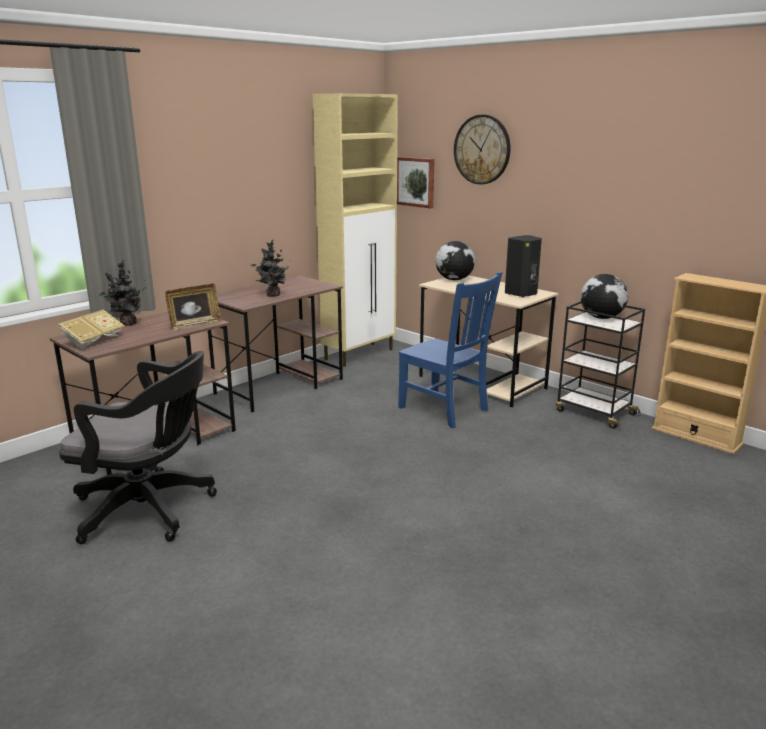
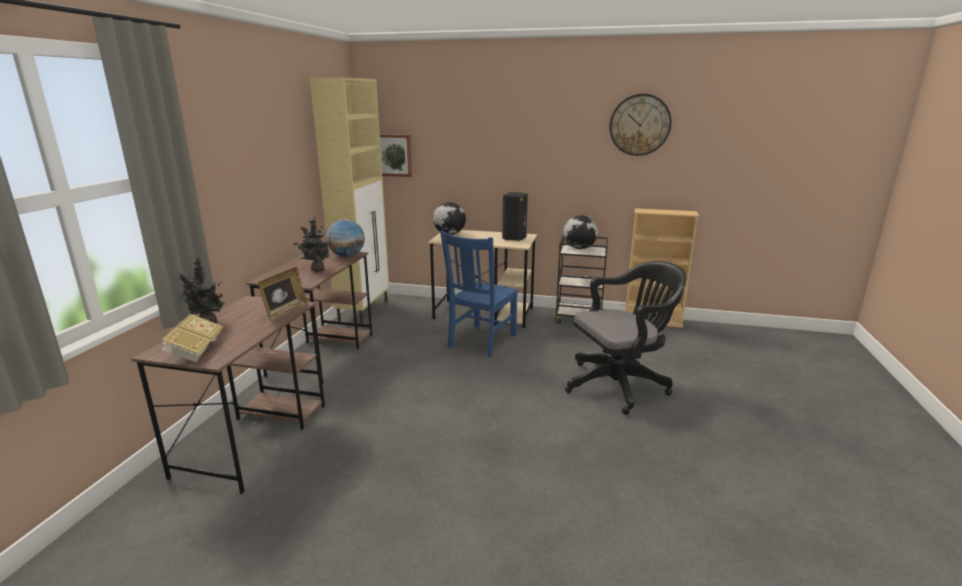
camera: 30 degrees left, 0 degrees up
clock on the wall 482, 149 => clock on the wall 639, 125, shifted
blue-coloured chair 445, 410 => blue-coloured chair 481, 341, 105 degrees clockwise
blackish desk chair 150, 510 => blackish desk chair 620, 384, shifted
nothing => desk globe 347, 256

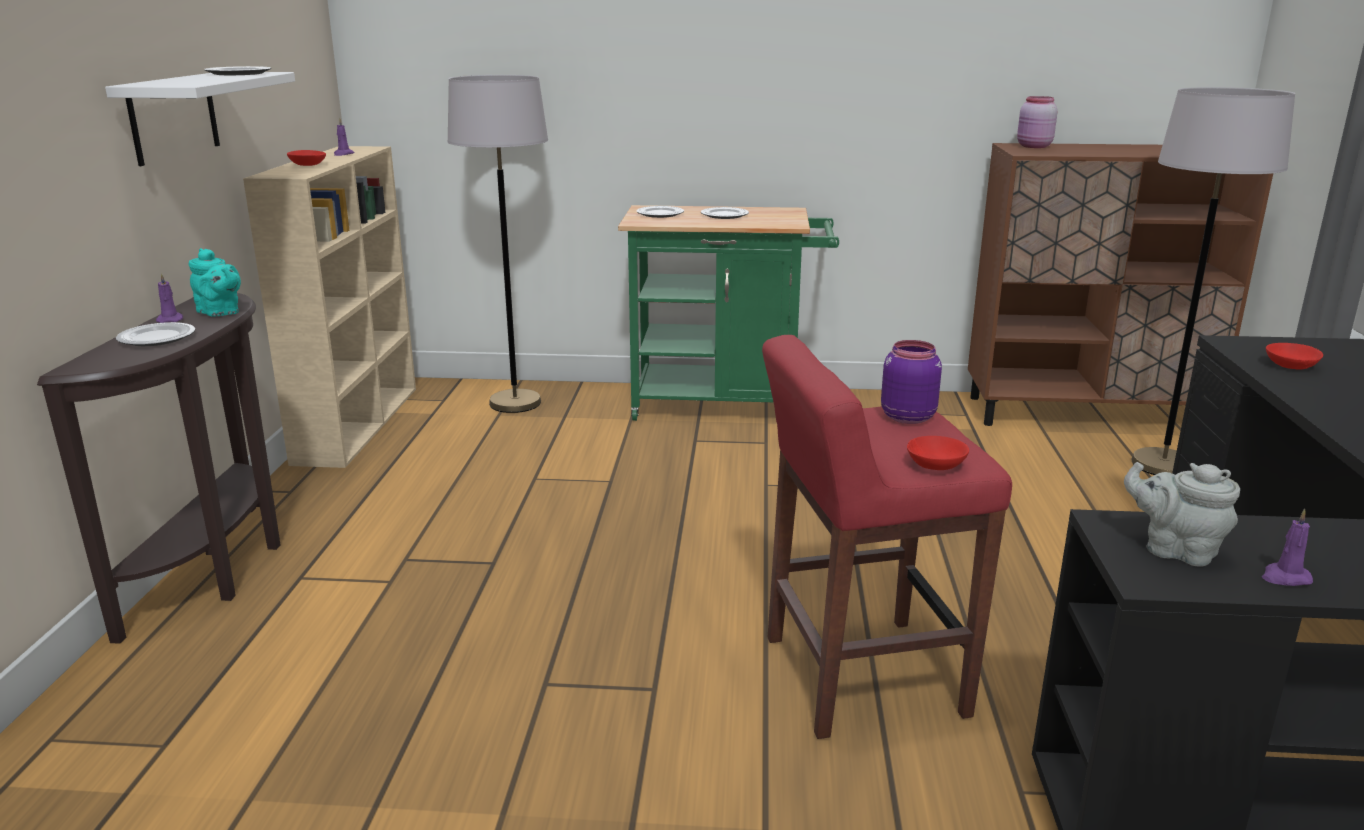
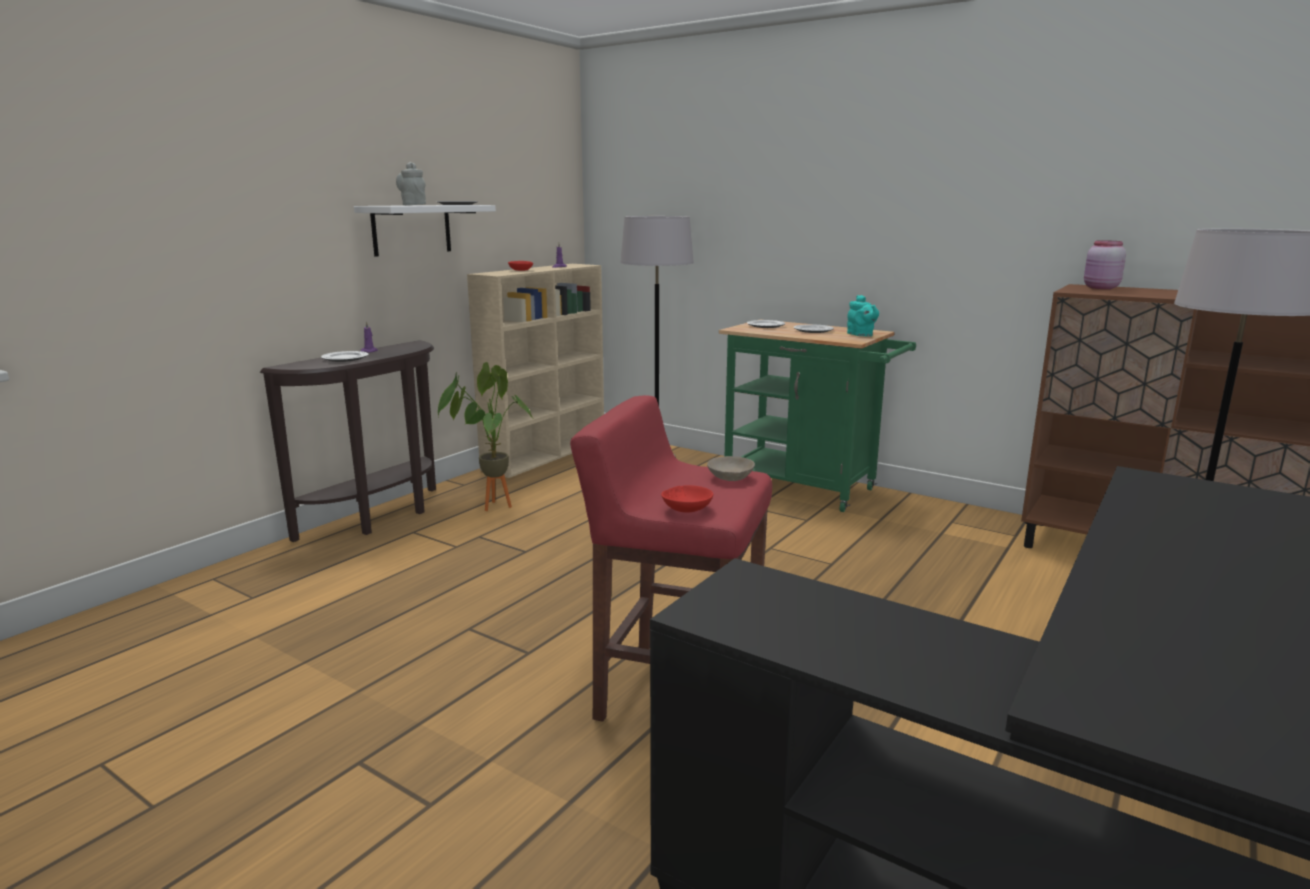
camera: 30 degrees right, 5 degrees down
blue-green pot for tea 220, 313 => blue-green pot for tea 861, 335, shifted
purplish preserve jar 906, 417 => beige-coloured bowl 730, 477
reddish bowl 1289, 365 => nothing
greyish pot for tea 1175, 550 => greyish pot for tea 413, 205, shifted
purplish wax light 1285, 578 => nothing
nothing => potted plant 490, 505

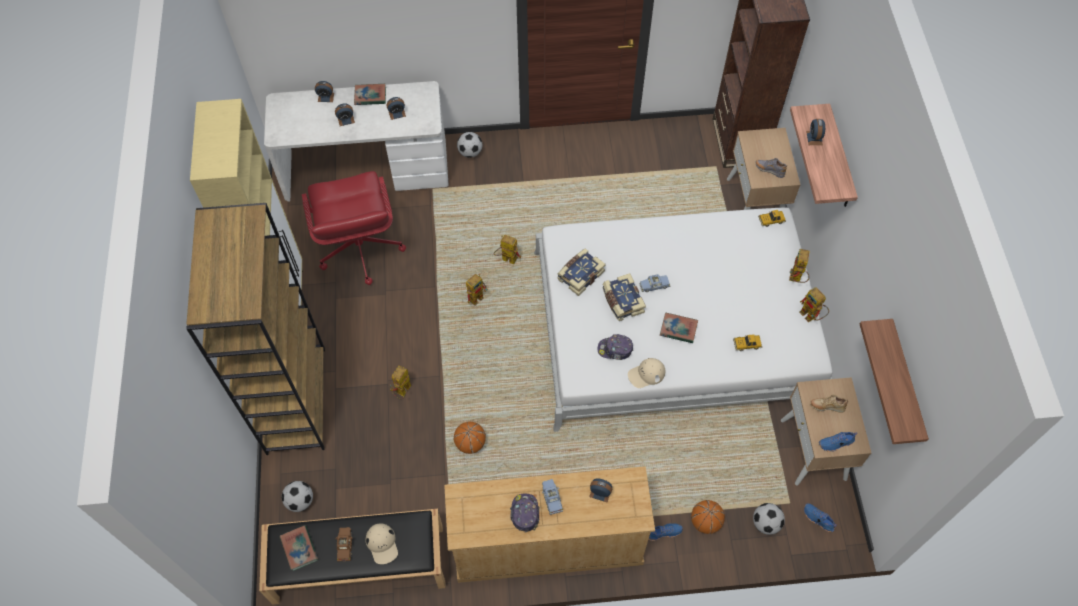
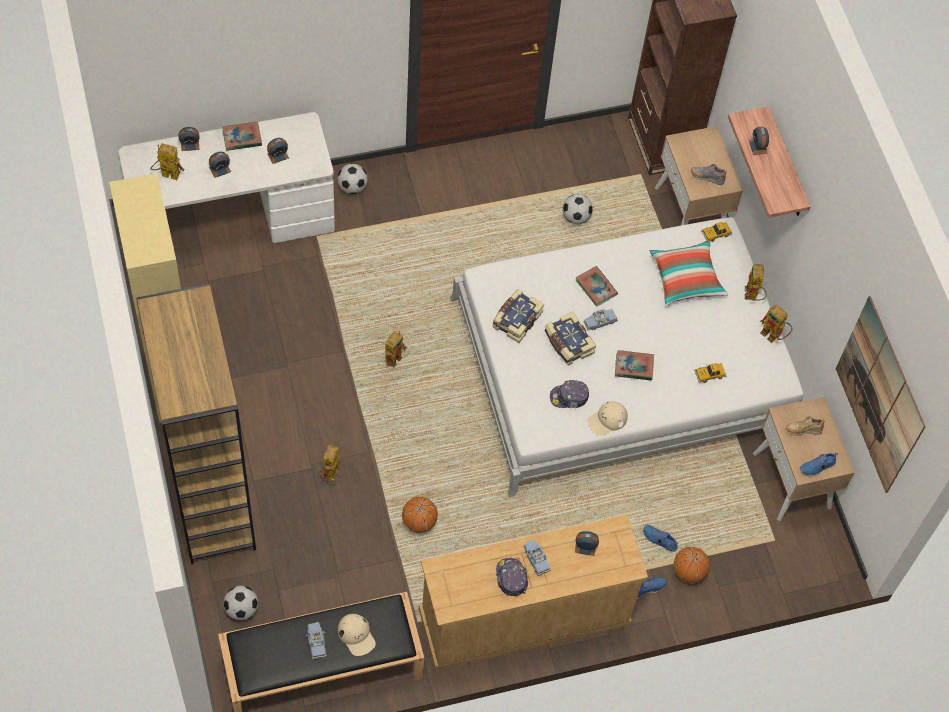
camera: 15 degrees left, 0 degrees up
reddish desk chair 360, 250 => nothing
toy robot 506, 259 => toy robot 166, 174, shifted
wall shelf 904, 385 => picture 880, 395
football ball 766, 523 => football ball 576, 217, shifted
blue-coloured shoe 818, 519 => blue-coloured shoe 659, 540, shifted
bound book 299, 548 => bound book 596, 287, shifted
brown-coloured model car 345, 545 => blue-coloured model car 316, 642
nothing => throw pillow 686, 279

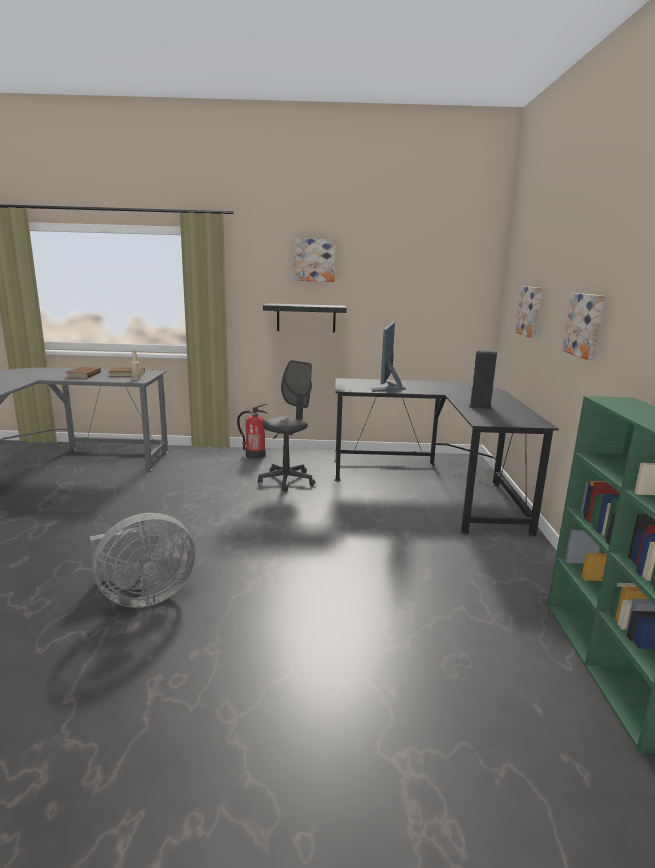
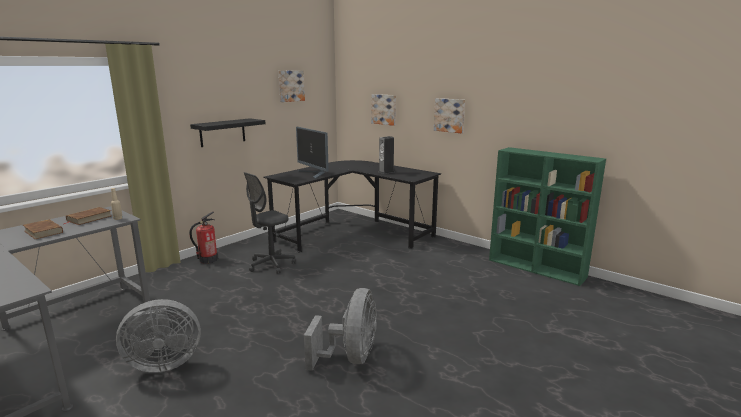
camera: 50 degrees left, 0 degrees up
picture 314, 260 => picture 290, 86, shifted
greyish desk chair 286, 480 => greyish desk chair 271, 264, 120 degrees counterclockwise
nothing => greyish fan 162, 363

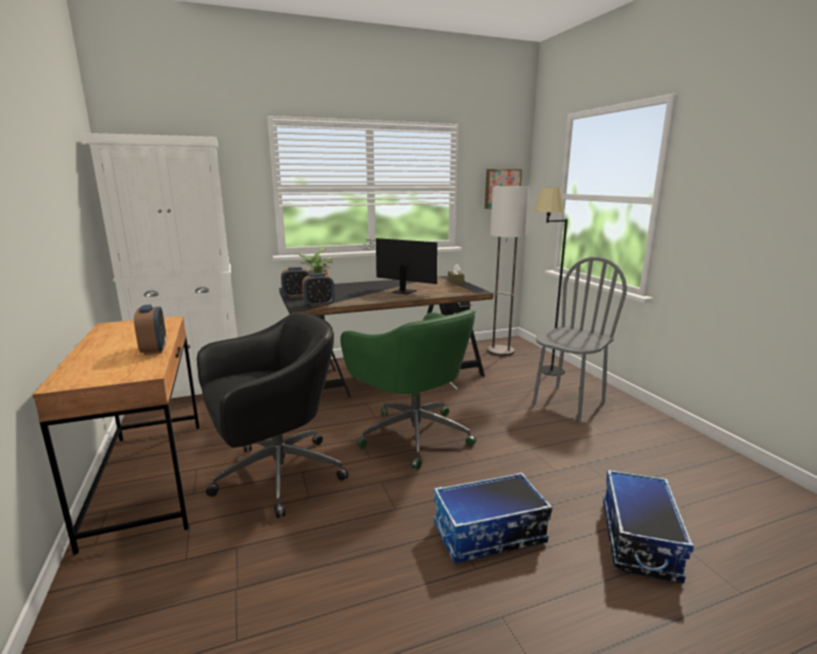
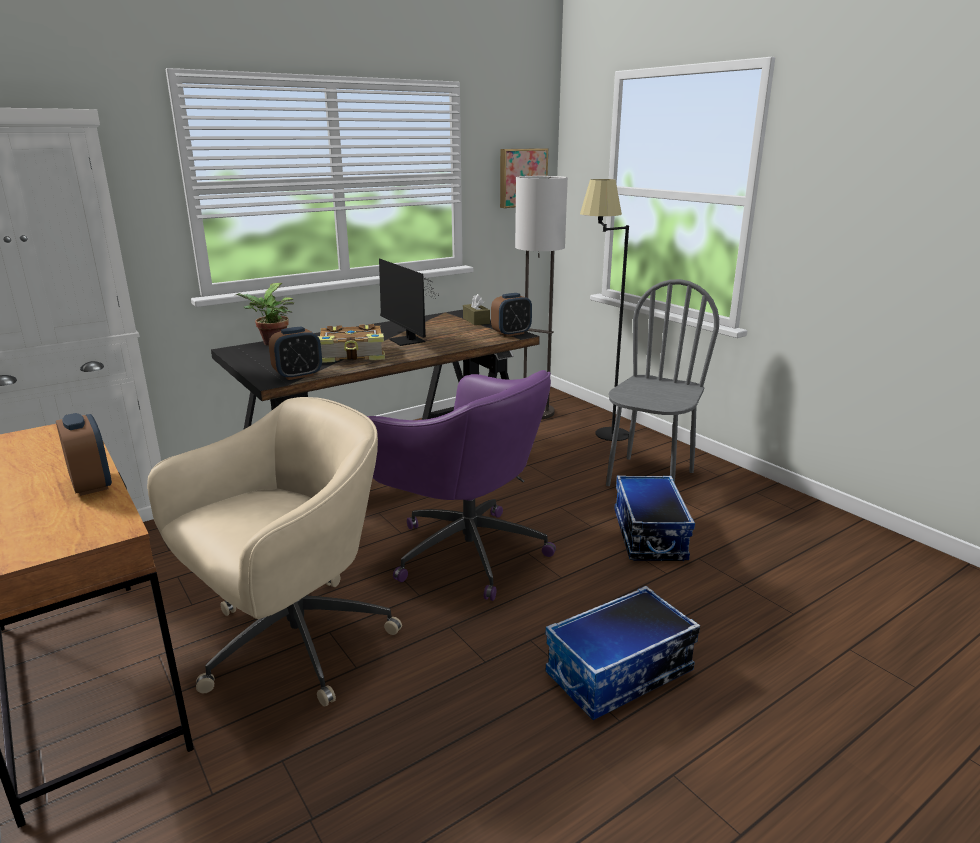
camera: 15 degrees left, 5 degrees up
computer display 401, 291 => computer display 408, 342, 135 degrees counterclockwise
alarm clock 297, 296 => alarm clock 511, 333, shifted
green desk chair 413, 434 => purplish desk chair 465, 550
blackish desk chair 275, 475 => beige-coloured desk chair 291, 644
storage container 637, 540 => storage container 648, 535, shifted
nothing => bound book 353, 355

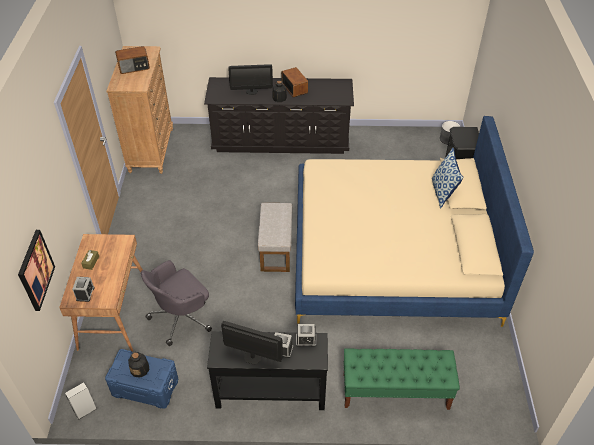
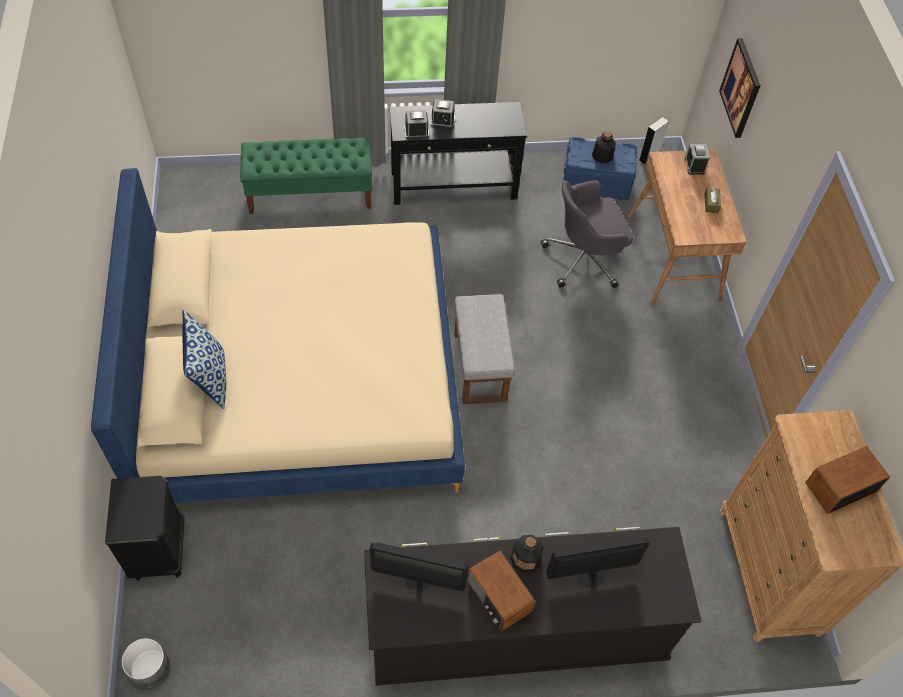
camera: 170 degrees right, 10 degrees up
greyish desk chair 182, 317 => greyish desk chair 584, 259, 150 degrees counterclockwise
computer display 252, 357 => computer display 418, 579, shifted

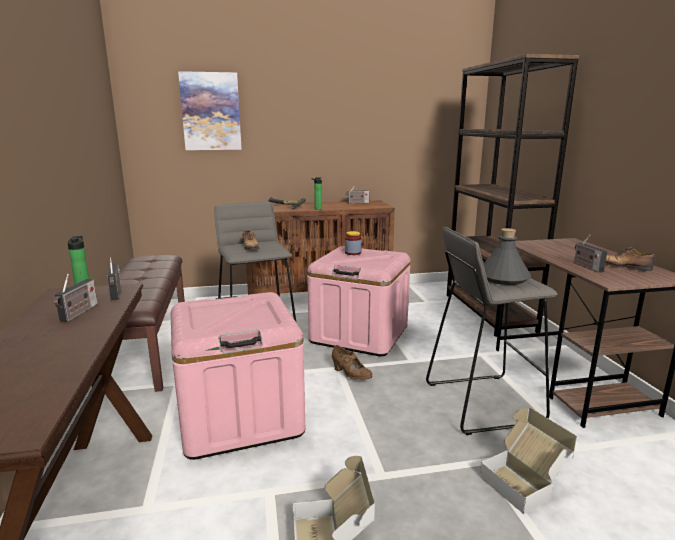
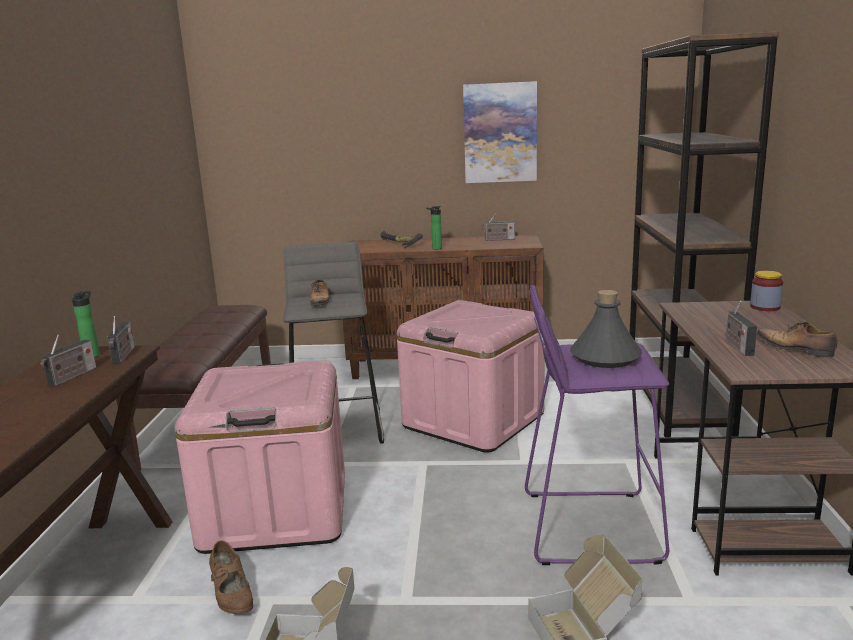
camera: 15 degrees right, 0 degrees up
picture 211, 111 => picture 500, 133, shifted
greyish stool 482, 402 => purplish stool 589, 526
preserve jar 353, 253 => preserve jar 765, 307, shifted
brown-coloured shoe 351, 375 => brown-coloured shoe 232, 597, shifted

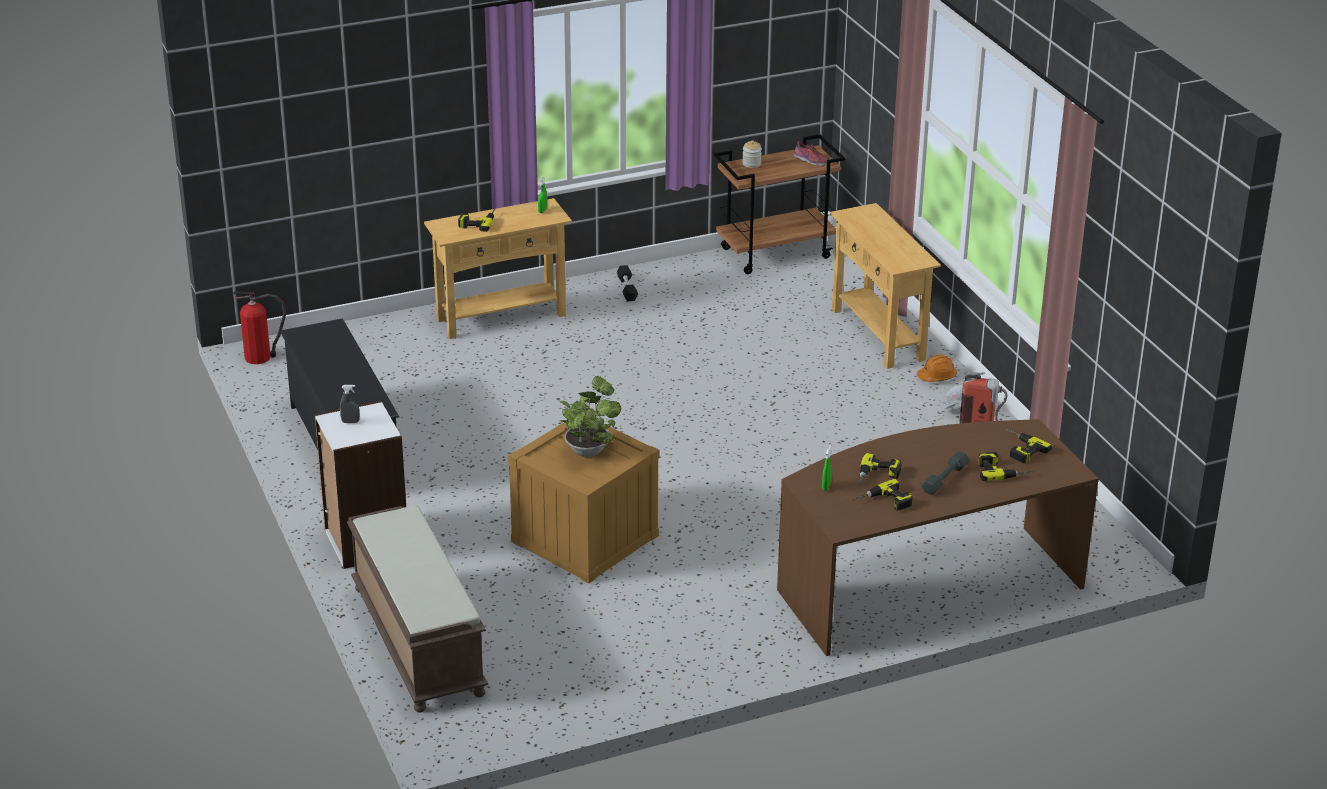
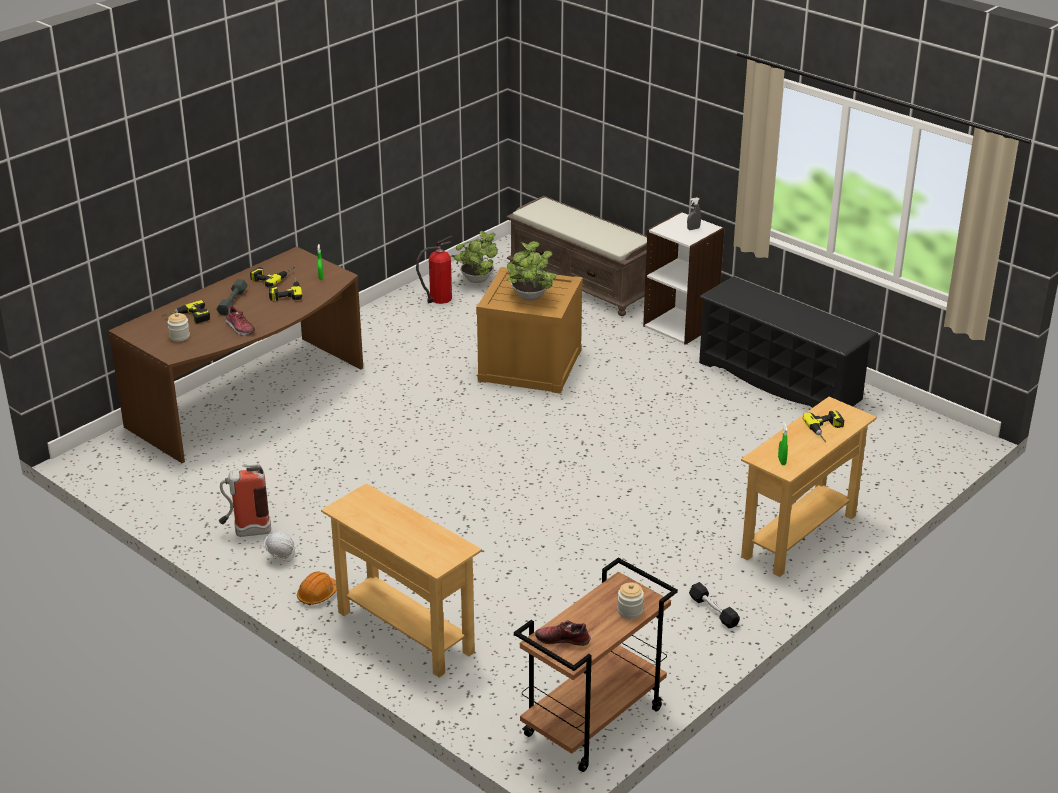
camera: 155 degrees right, 0 degrees up
fire-fighting cylinder 260, 357 => fire-fighting cylinder 439, 299, shifted
power drill 1019, 448 => preserve jar 179, 336
nothing => potted plant 475, 280
nothing => shoe 239, 328

